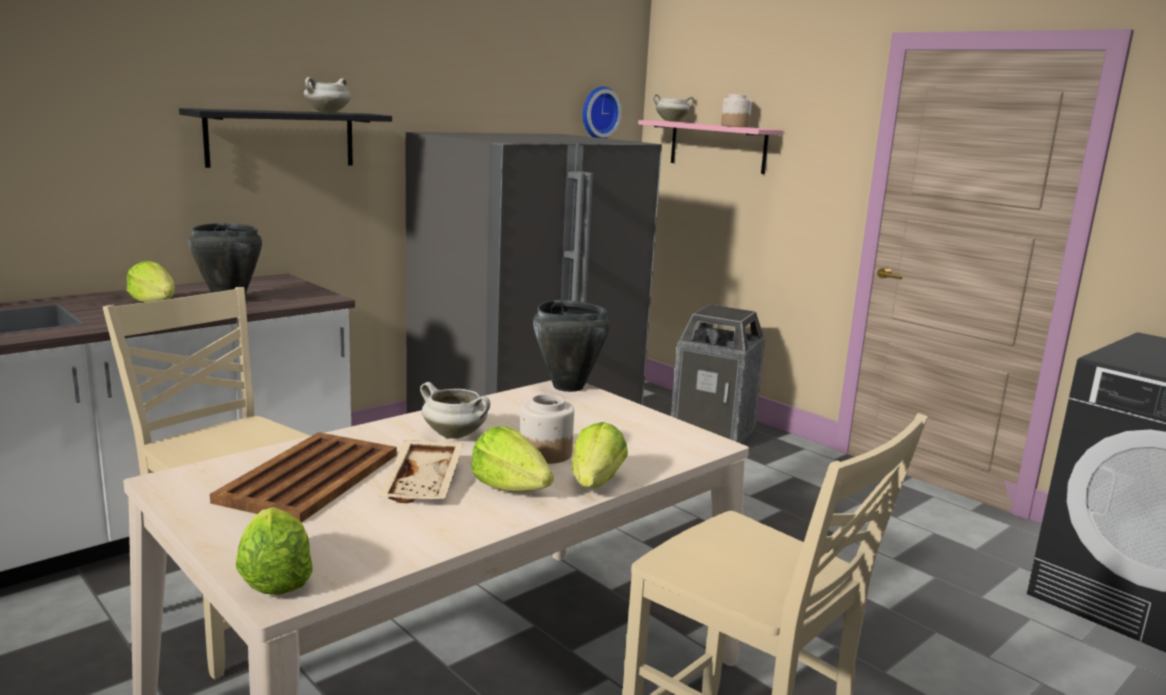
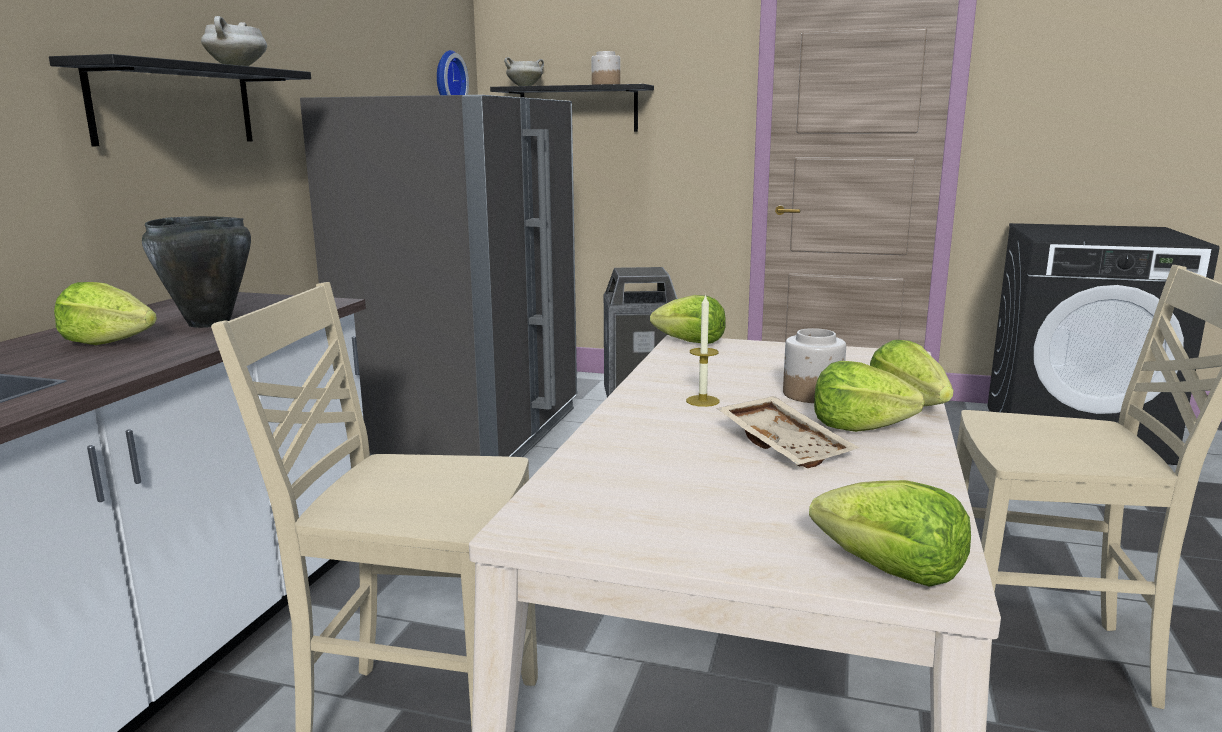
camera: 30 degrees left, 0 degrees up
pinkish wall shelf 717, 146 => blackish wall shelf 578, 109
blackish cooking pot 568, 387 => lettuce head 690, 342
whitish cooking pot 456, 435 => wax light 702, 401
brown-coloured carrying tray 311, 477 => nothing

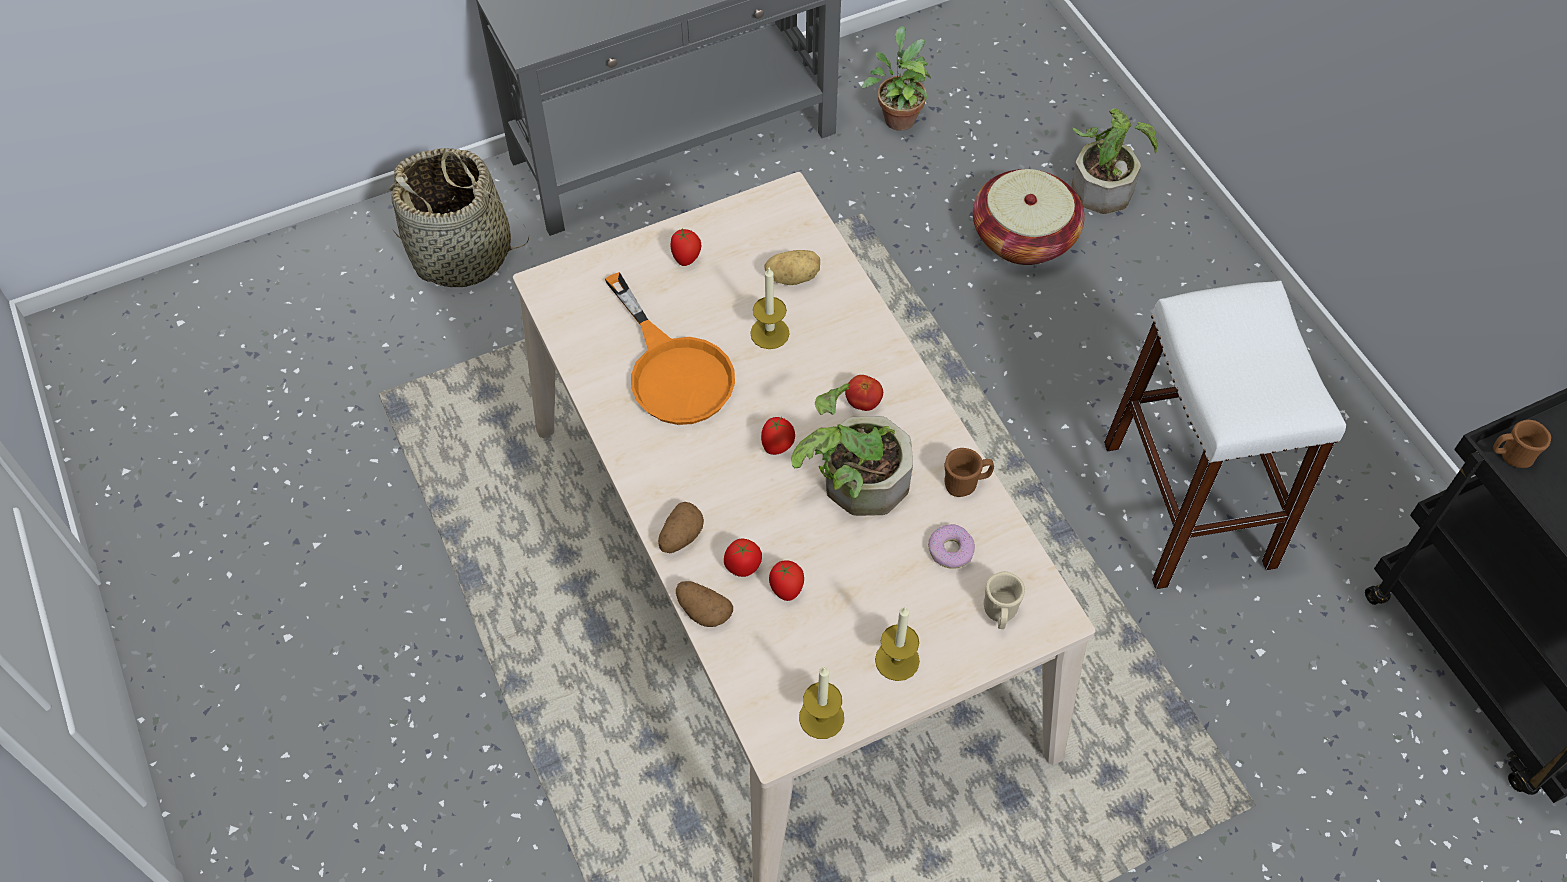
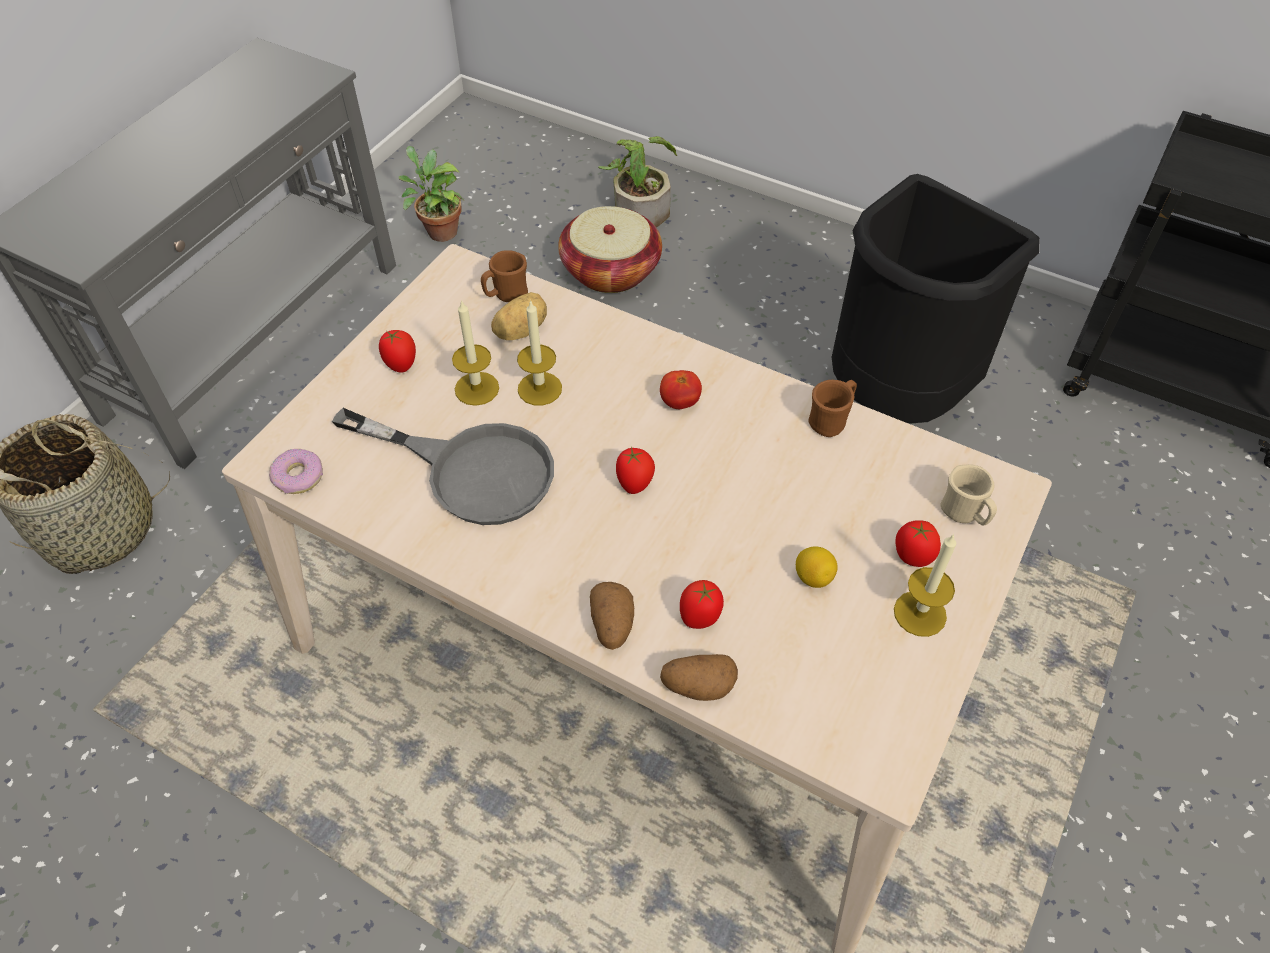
camera: 35 degrees left, 5 degrees down
orange frying pan 673, 370 => greyish frying pan 471, 470
whitish stool 1188, 504 => blackish waste bin 893, 398
potted plant 853, 482 => nothing
brown-coloured coffee mug 1510, 456 => brown-coloured coffee mug 506, 295, shifted
doughnut 950, 550 => doughnut 298, 477, shifted
whole tomato 786, 589 => whole tomato 912, 556, shifted
wax light 821, 717 => wax light 477, 388, shifted
nothing => whole lemon 813, 577

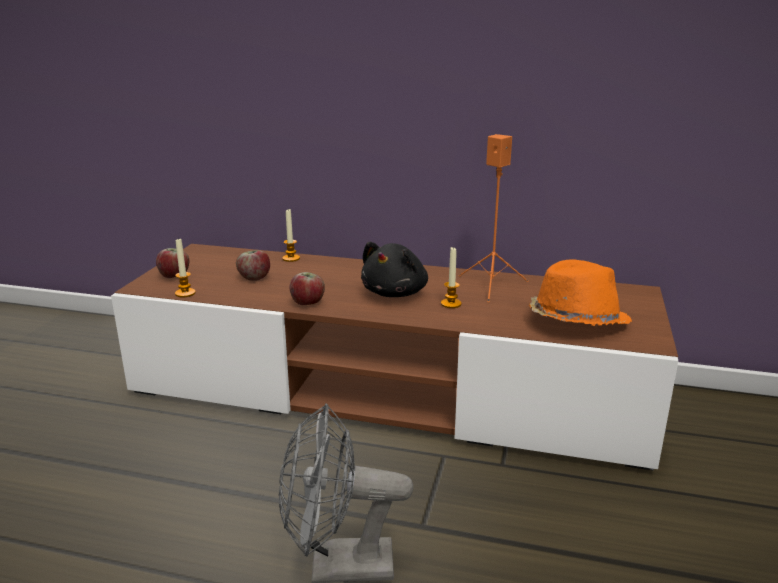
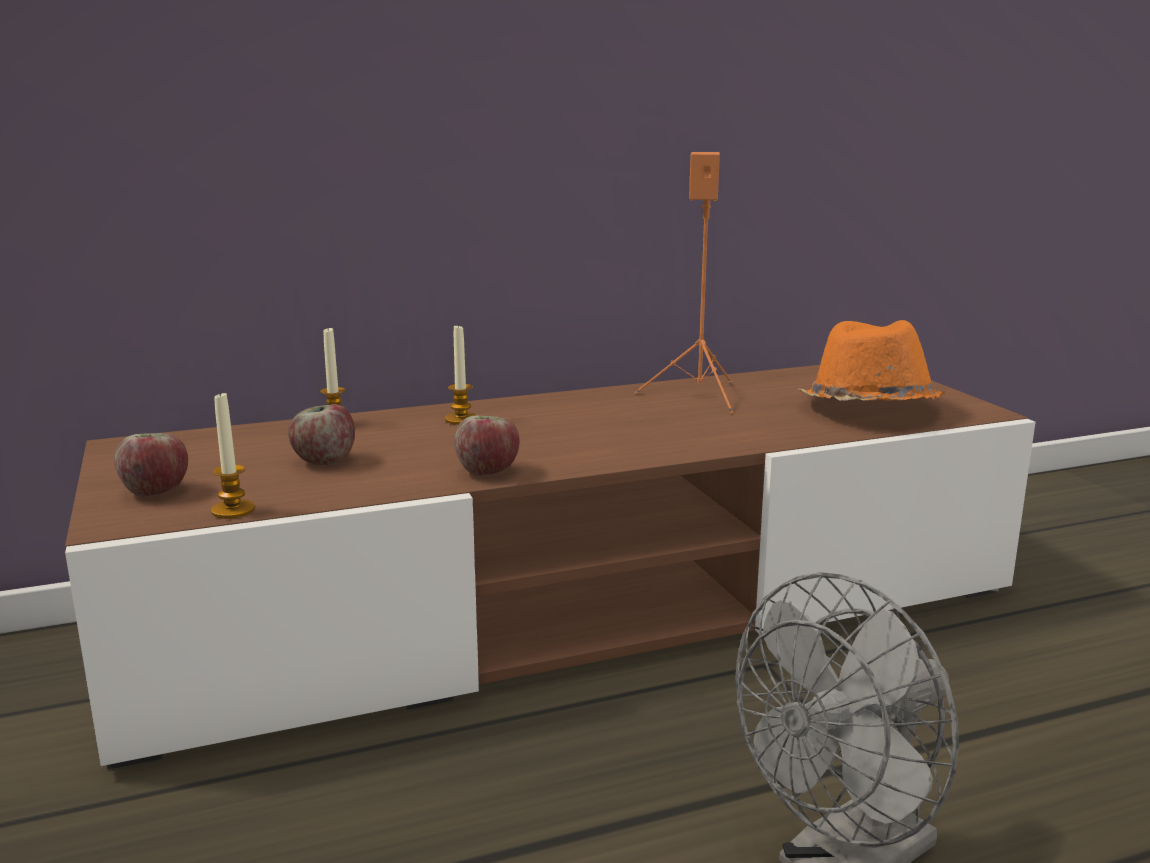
camera: 35 degrees left, 5 degrees down
blackish plush toy 396, 293 => nothing
wax light 451, 304 => wax light 461, 419, shifted

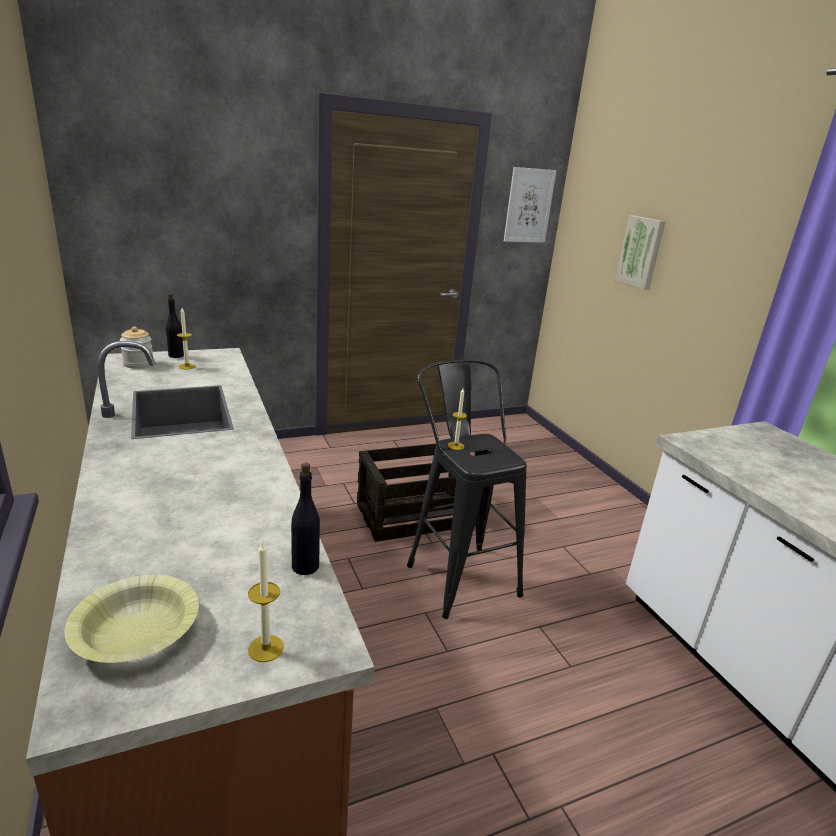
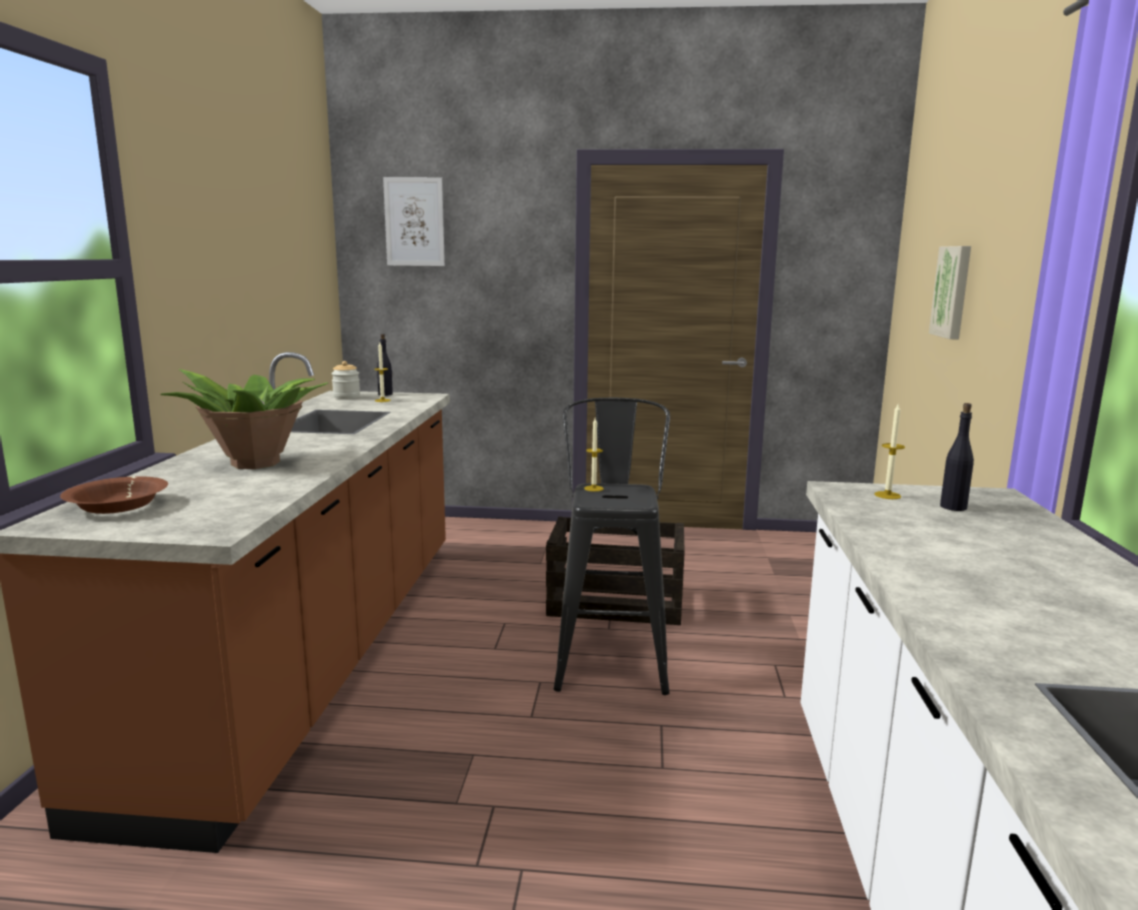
camera: 30 degrees right, 10 degrees down
picture 529, 206 => picture 414, 222, shifted
blackish beverage bottle 305, 566 => blackish beverage bottle 953, 507, shifted
wax light 266, 648 => wax light 887, 495, shifted
yellow-coloured bowl 137, 632 => brown-coloured bowl 118, 506
nothing => potted plant 255, 462

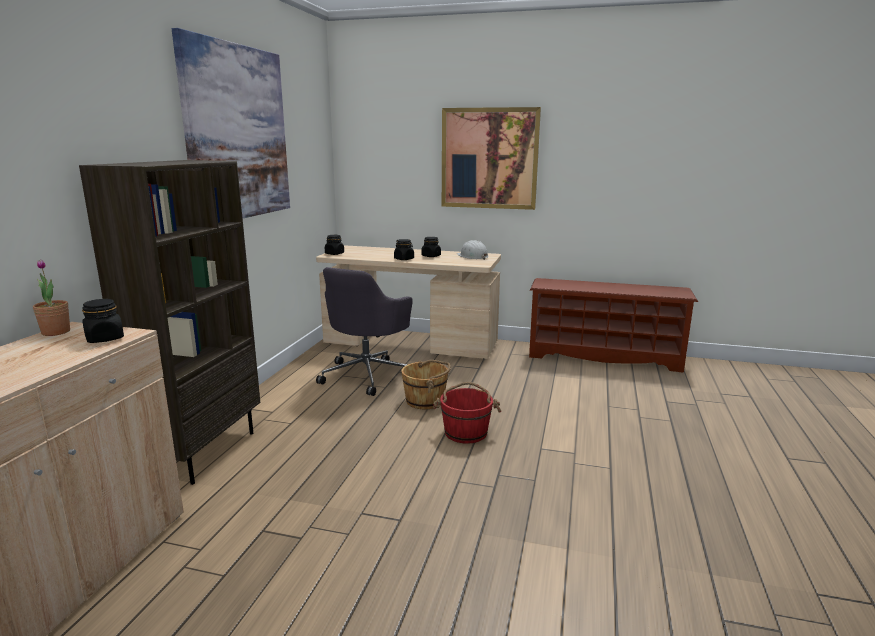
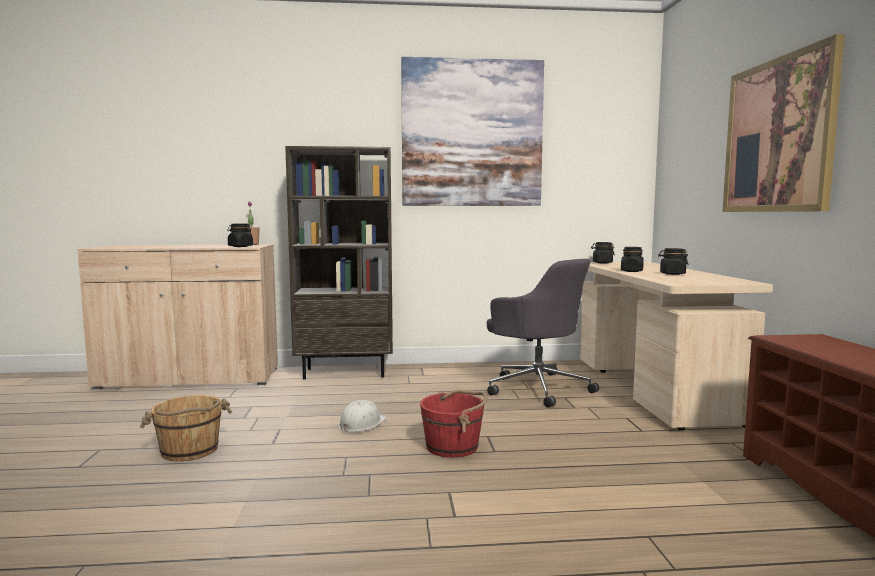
camera: 70 degrees right, 10 degrees down
whitish hard hat 472, 256 => whitish hard hat 361, 424, shifted
greyish desk chair 368, 375 => greyish desk chair 537, 388, 135 degrees counterclockwise
brown-coloured water bucket 426, 401 => brown-coloured water bucket 189, 450, shifted

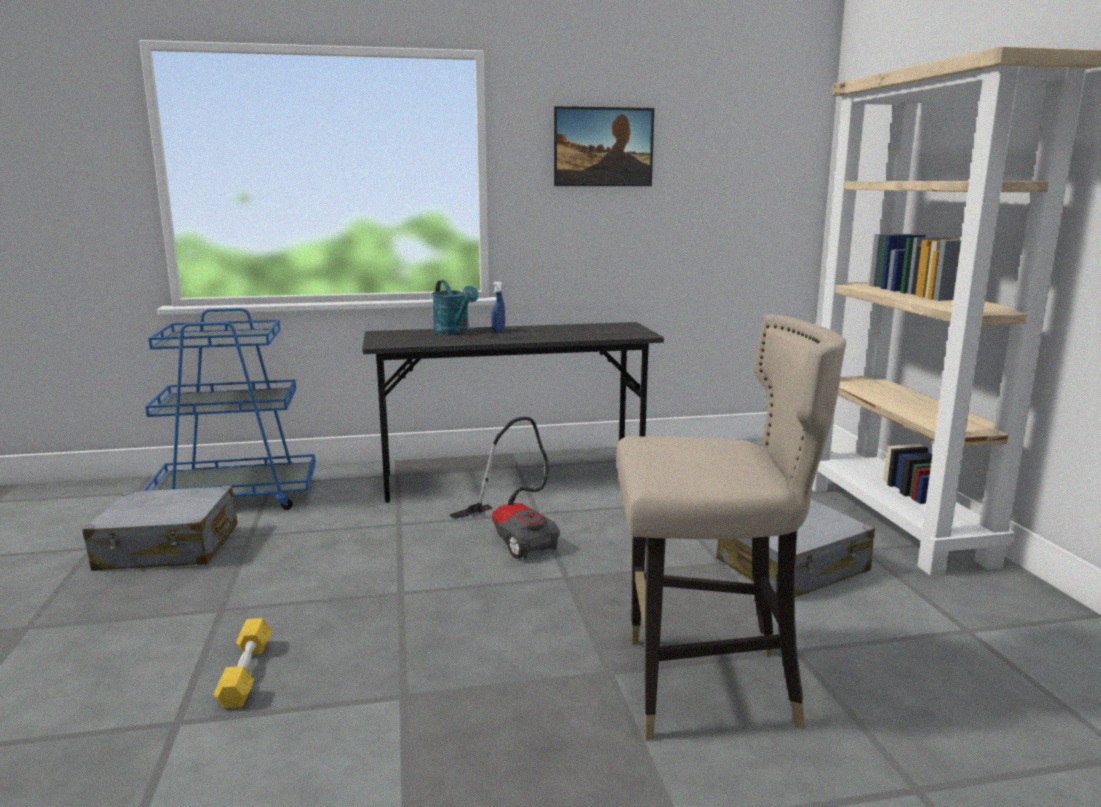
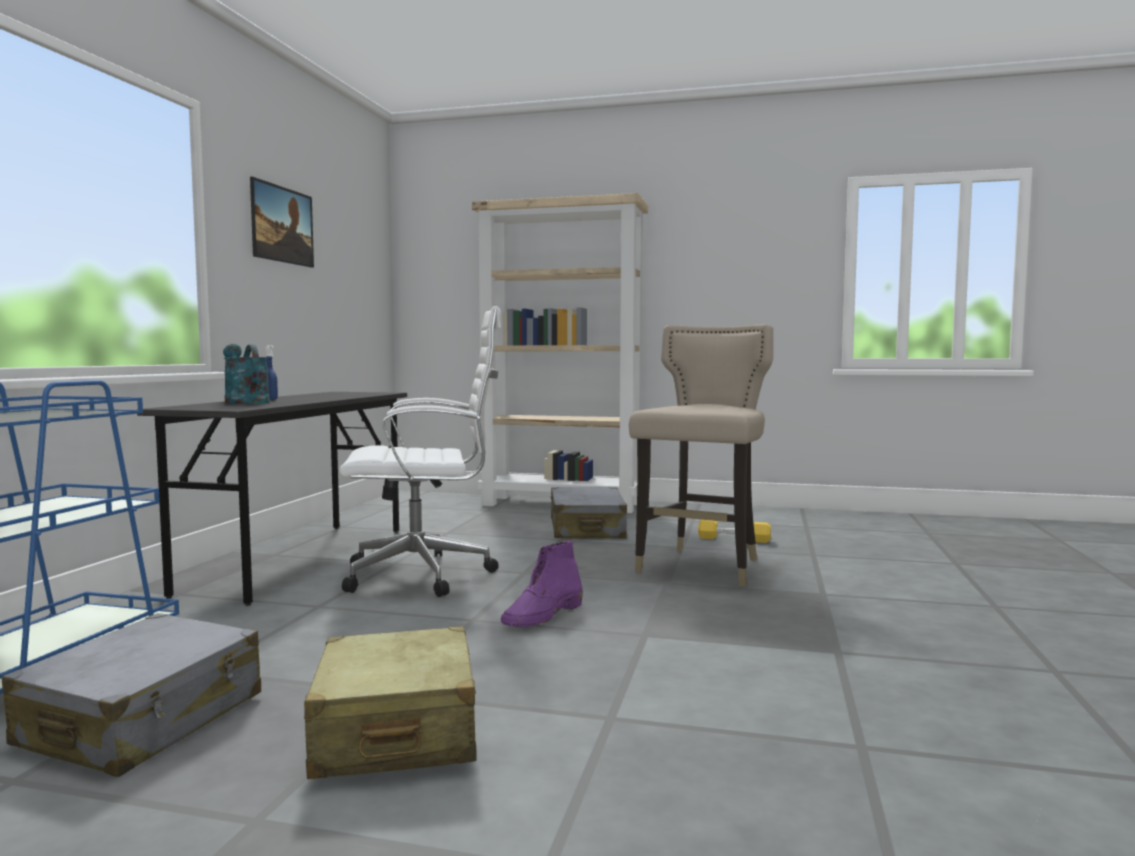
camera: 65 degrees left, 10 degrees down
blue-green watering pot 454, 333 => blue-green watering pot 244, 402, 120 degrees counterclockwise
vacuum 514, 536 => whitish desk chair 425, 575
yellow-coloured dumbbell 246, 674 => yellow-coloured dumbbell 734, 539, shifted
nothing => purplish boot 543, 616
nothing => beige-coloured travel case 396, 731

